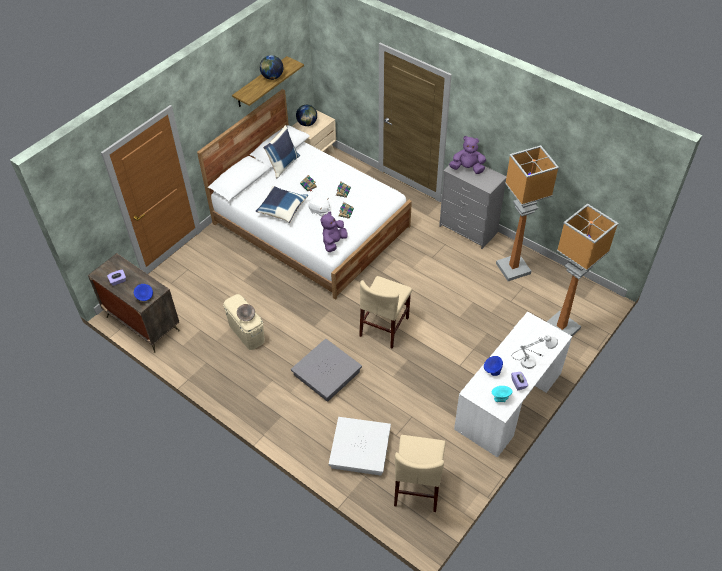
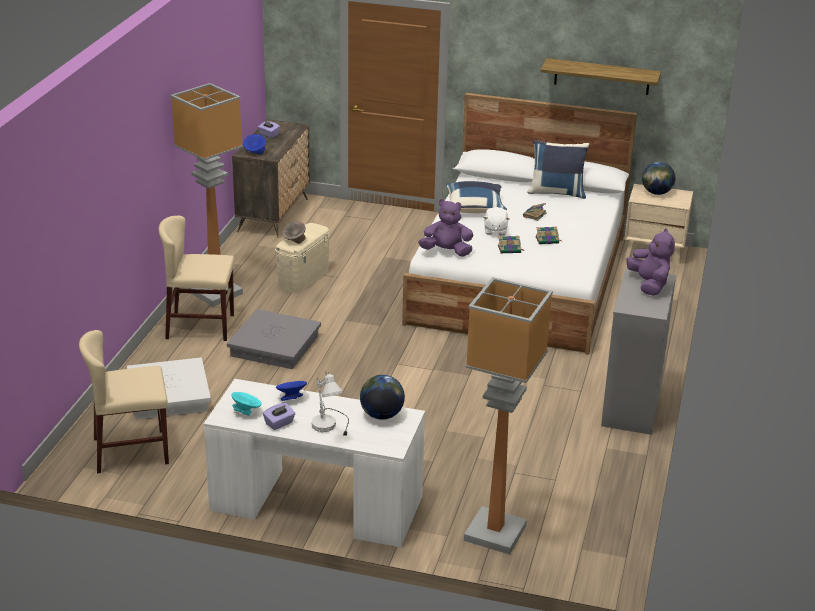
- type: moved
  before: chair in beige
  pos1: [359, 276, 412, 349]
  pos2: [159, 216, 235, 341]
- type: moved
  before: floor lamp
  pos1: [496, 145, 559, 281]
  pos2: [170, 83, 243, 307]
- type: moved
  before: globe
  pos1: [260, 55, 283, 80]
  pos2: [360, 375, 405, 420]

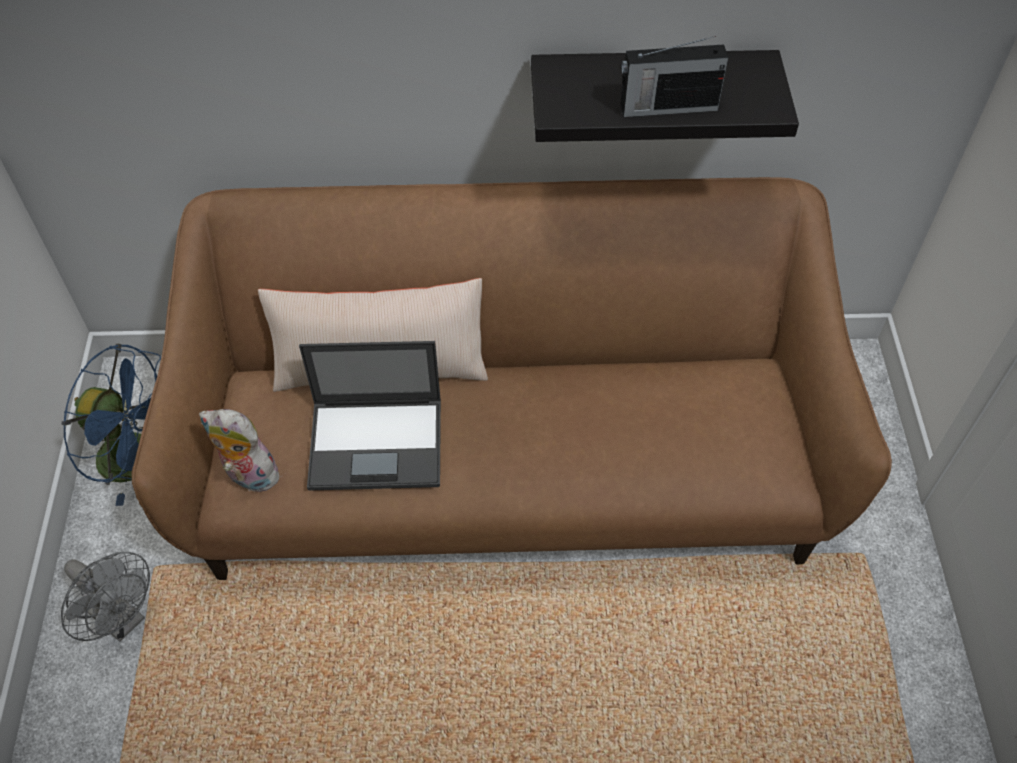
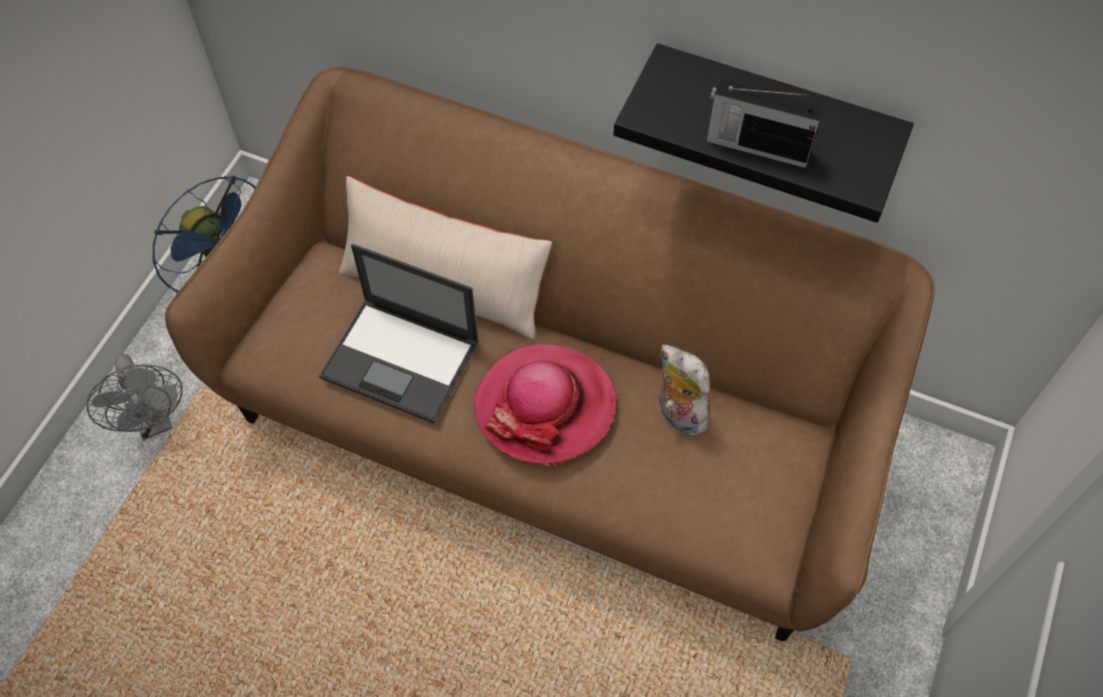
- type: added
  after: hat
  pos2: [473, 344, 616, 466]
- type: moved
  before: plush toy
  pos1: [199, 409, 282, 492]
  pos2: [659, 344, 713, 436]

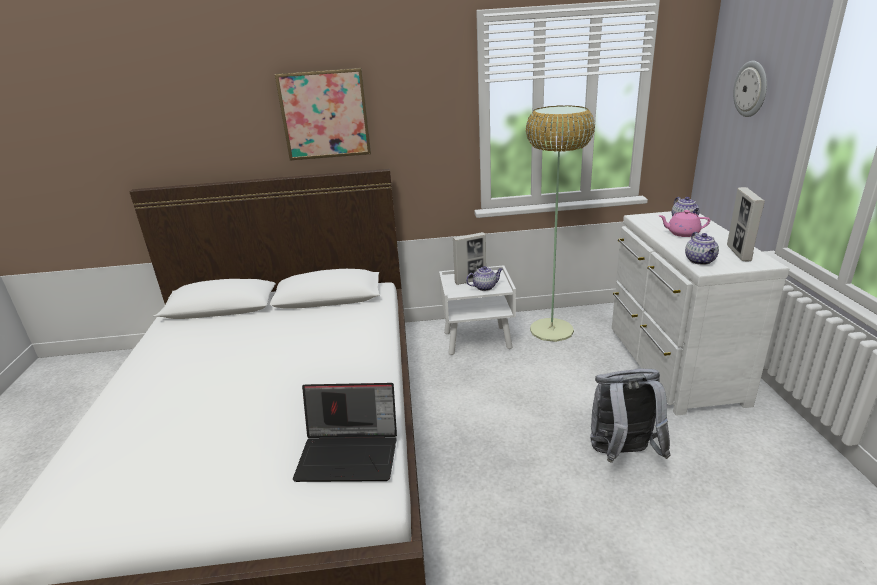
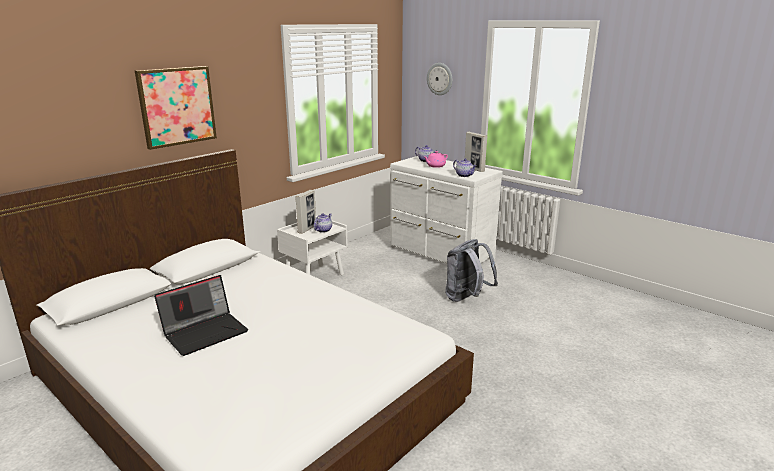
- type: moved
  before: laptop
  pos1: [293, 383, 397, 482]
  pos2: [154, 275, 248, 356]
- type: removed
  before: floor lamp
  pos1: [526, 105, 595, 342]

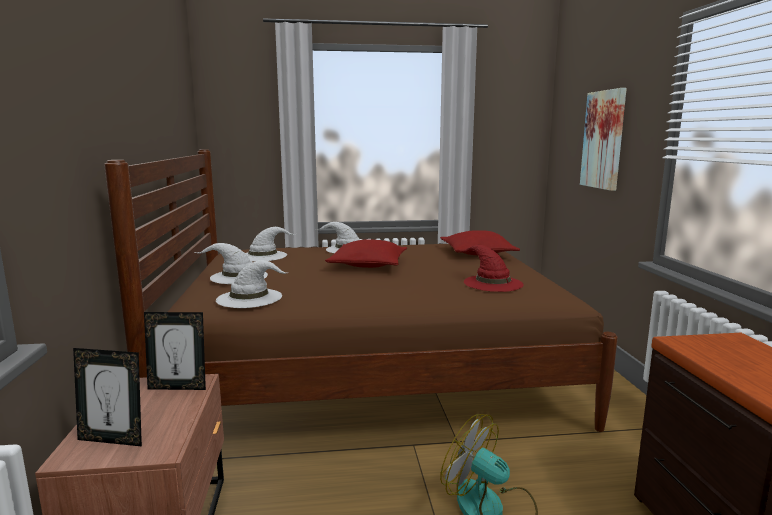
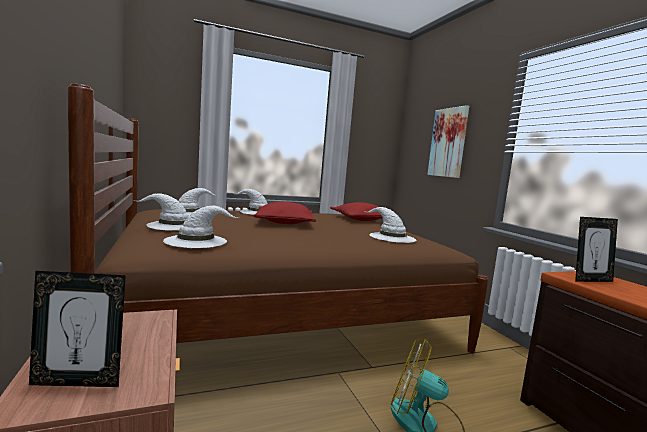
- type: recoloured
  before: hat in red
  after: hat in white
  pos1: [460, 245, 524, 292]
  pos2: [364, 207, 416, 243]
- type: moved
  before: picture frame
  pos1: [144, 312, 206, 390]
  pos2: [575, 217, 618, 282]

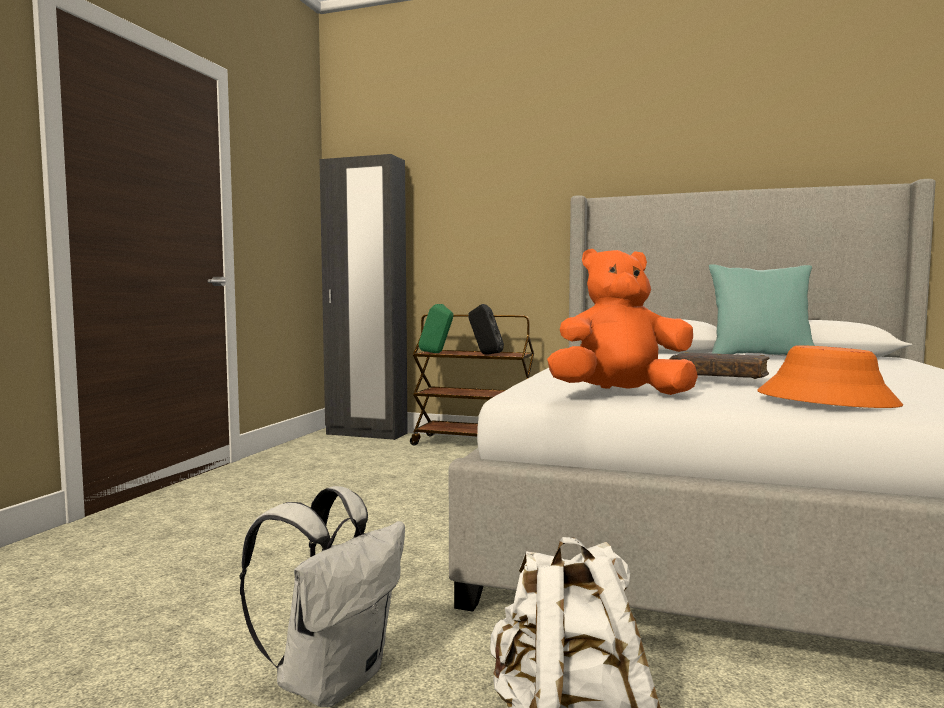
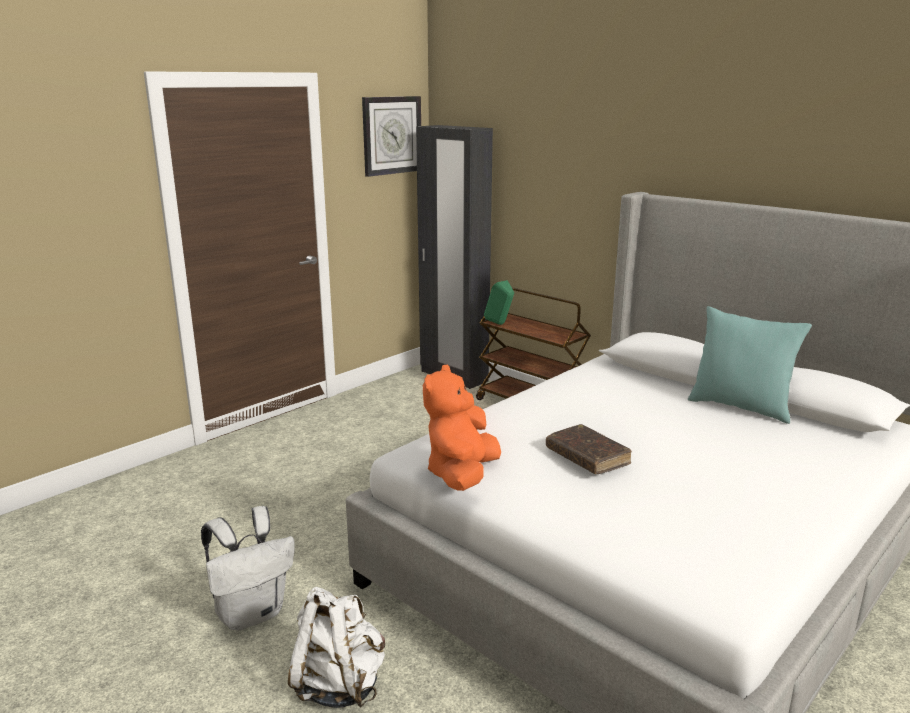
- type: added
  after: wall clock
  pos2: [362, 96, 421, 177]
- type: turned
  before: plush toy in orange
  pos1: [547, 249, 698, 395]
  pos2: [423, 365, 501, 491]
  turn: -90
- type: removed
  before: speaker in black
  pos1: [468, 304, 504, 355]
- type: removed
  before: hat in orange
  pos1: [757, 345, 903, 408]

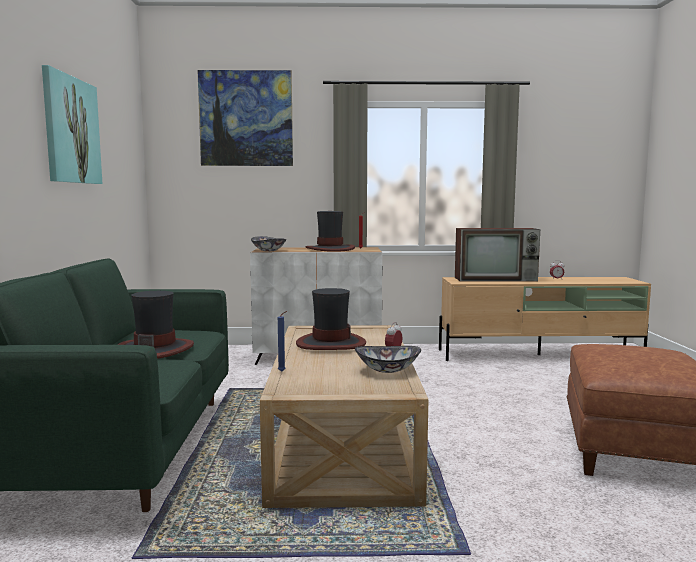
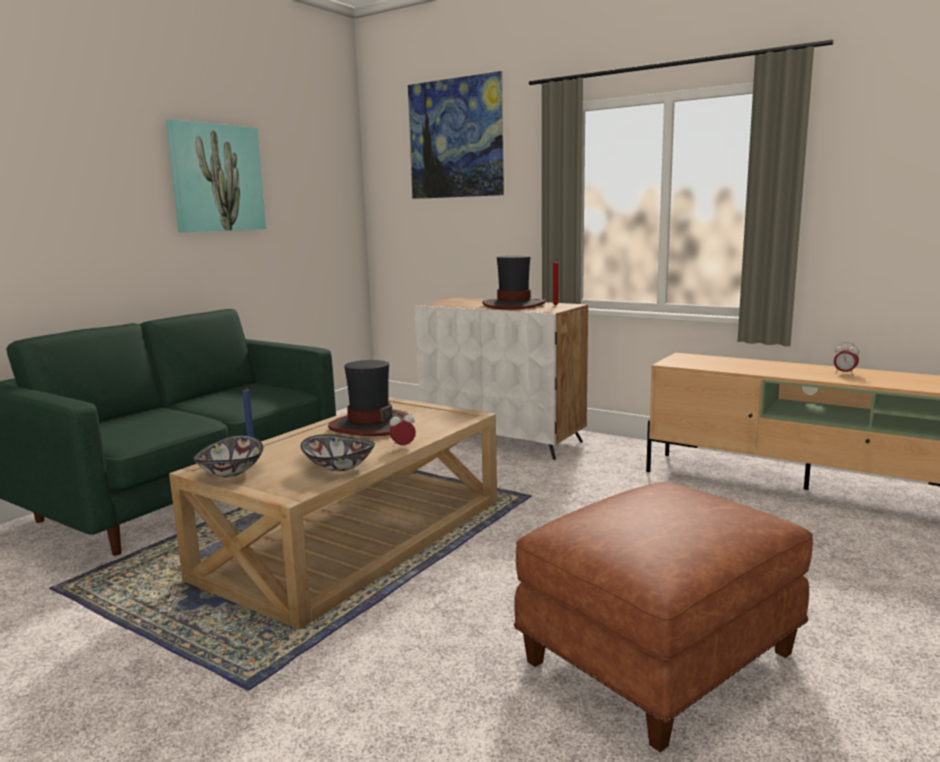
- type: moved
  before: bowl
  pos1: [251, 236, 286, 251]
  pos2: [193, 436, 264, 477]
- type: removed
  before: hat
  pos1: [117, 291, 194, 359]
- type: removed
  before: television
  pos1: [455, 228, 540, 281]

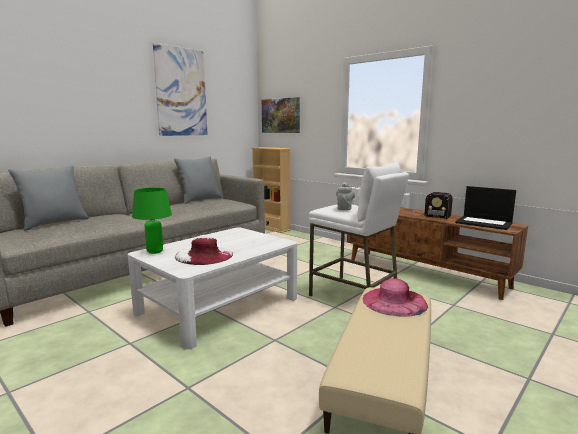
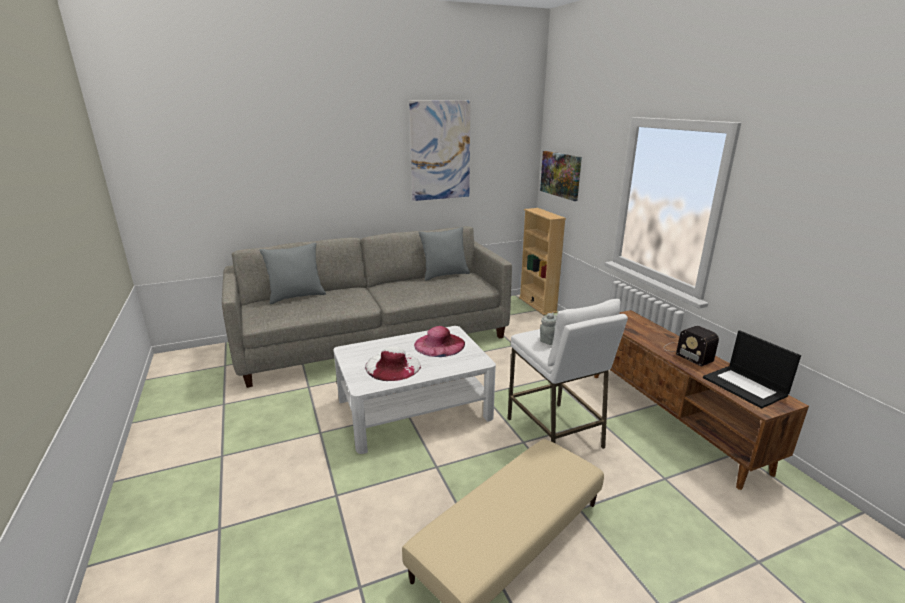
- type: moved
  before: hat in pink
  pos1: [363, 278, 428, 317]
  pos2: [414, 326, 465, 357]
- type: removed
  before: table lamp in green
  pos1: [132, 187, 172, 254]

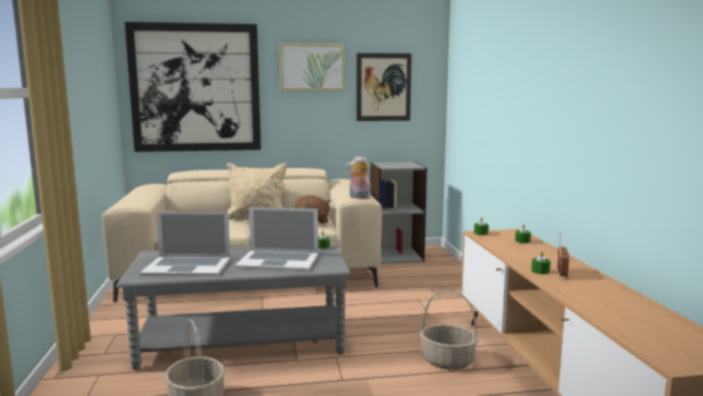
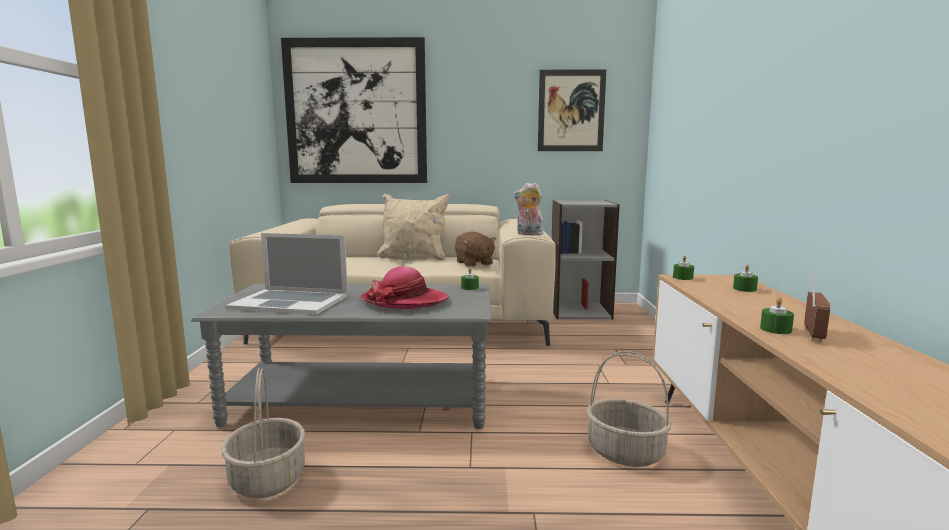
- type: replaced
  before: laptop
  after: hat
  pos1: [235, 207, 318, 271]
  pos2: [361, 266, 449, 309]
- type: removed
  before: picture
  pos1: [280, 43, 344, 91]

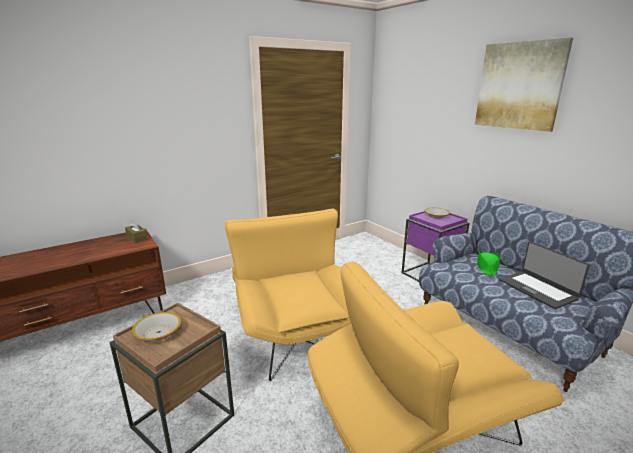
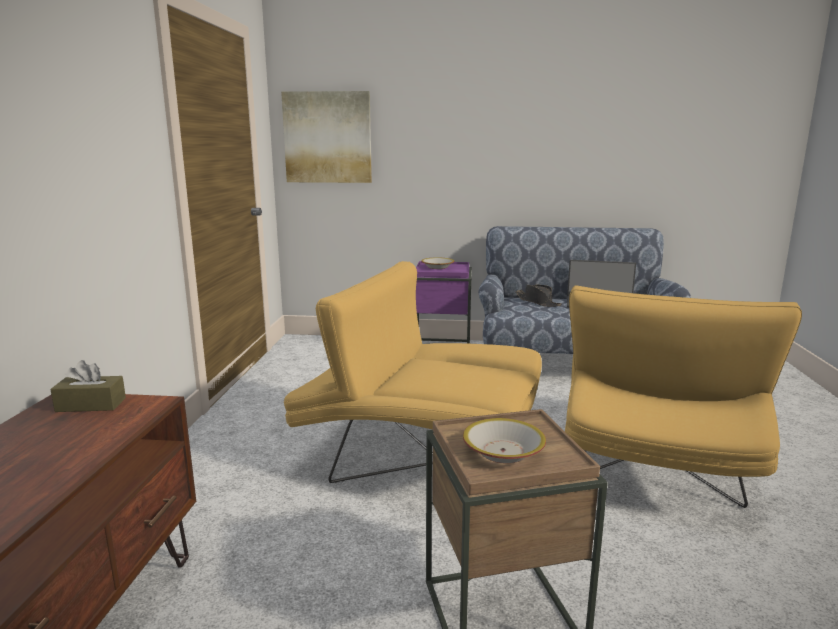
- type: moved
  before: picture
  pos1: [475, 37, 573, 132]
  pos2: [281, 91, 372, 183]
- type: recoloured
  before: hat in green
  after: hat in black
  pos1: [477, 250, 501, 277]
  pos2: [515, 284, 562, 307]

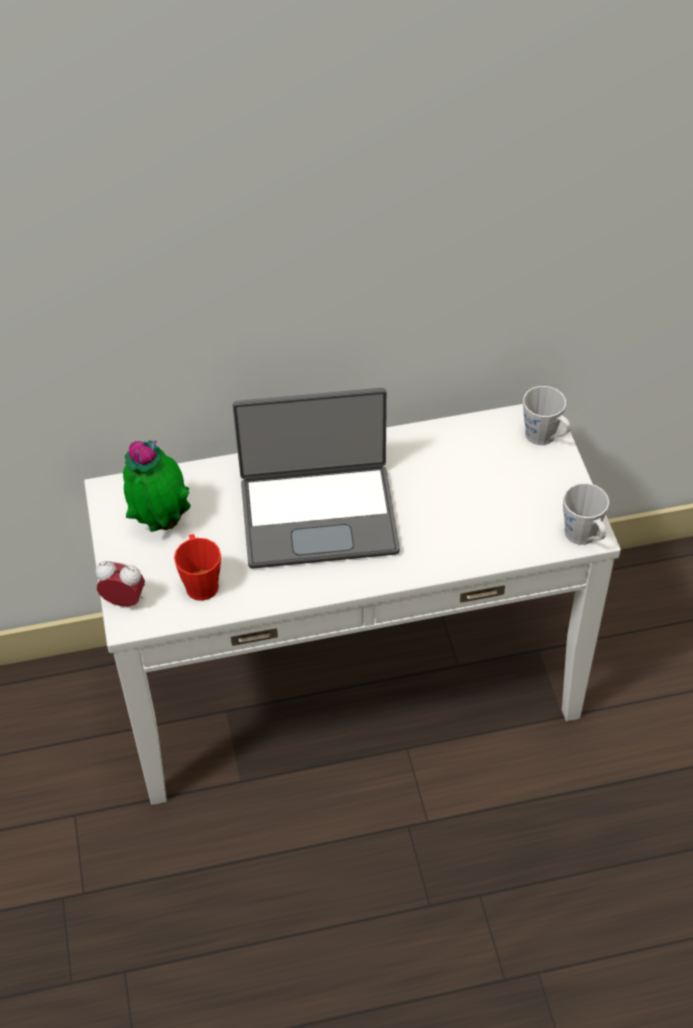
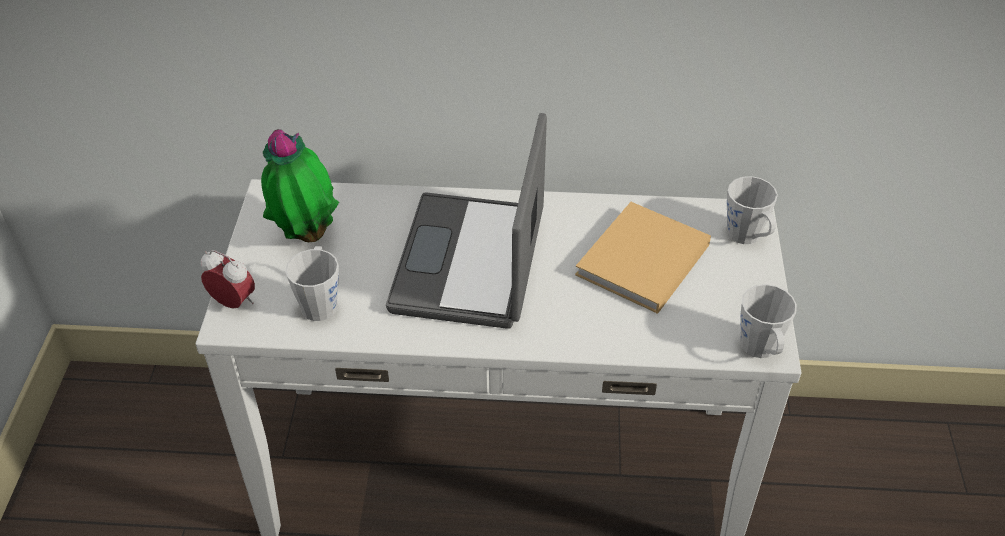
- type: recoloured
  before: mug in red
  after: mug in grey
  pos1: [174, 534, 221, 601]
  pos2: [285, 246, 339, 321]
- type: turned
  before: laptop
  pos1: [233, 388, 400, 569]
  pos2: [386, 113, 547, 329]
  turn: 90
- type: added
  after: book in beige
  pos2: [575, 202, 711, 314]

